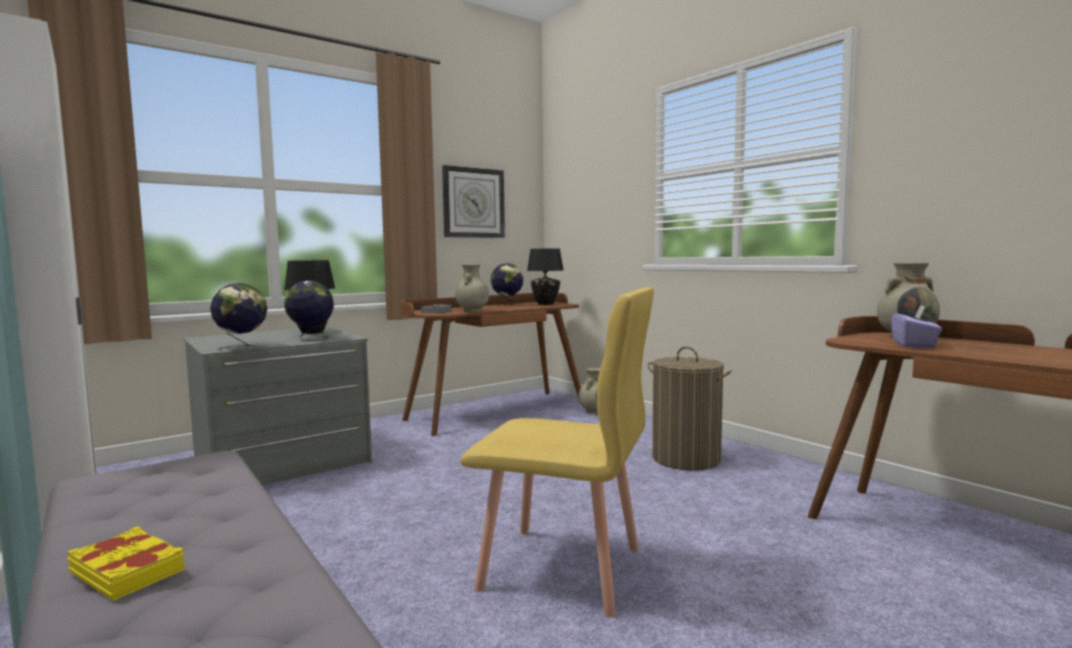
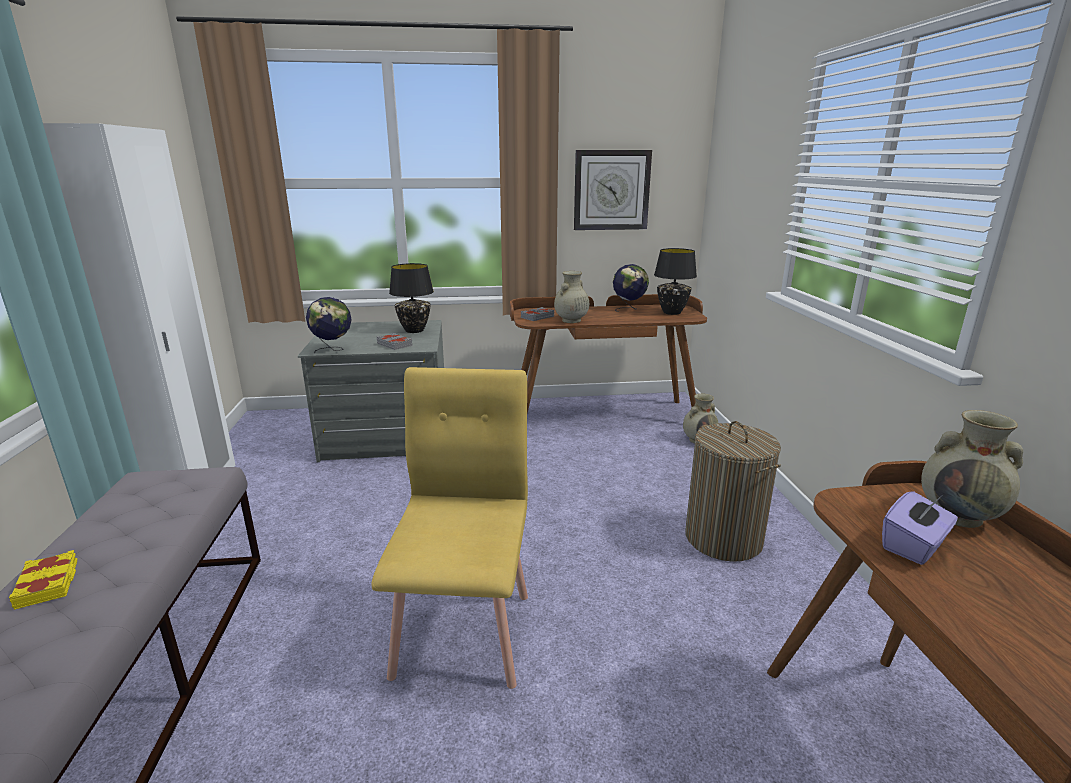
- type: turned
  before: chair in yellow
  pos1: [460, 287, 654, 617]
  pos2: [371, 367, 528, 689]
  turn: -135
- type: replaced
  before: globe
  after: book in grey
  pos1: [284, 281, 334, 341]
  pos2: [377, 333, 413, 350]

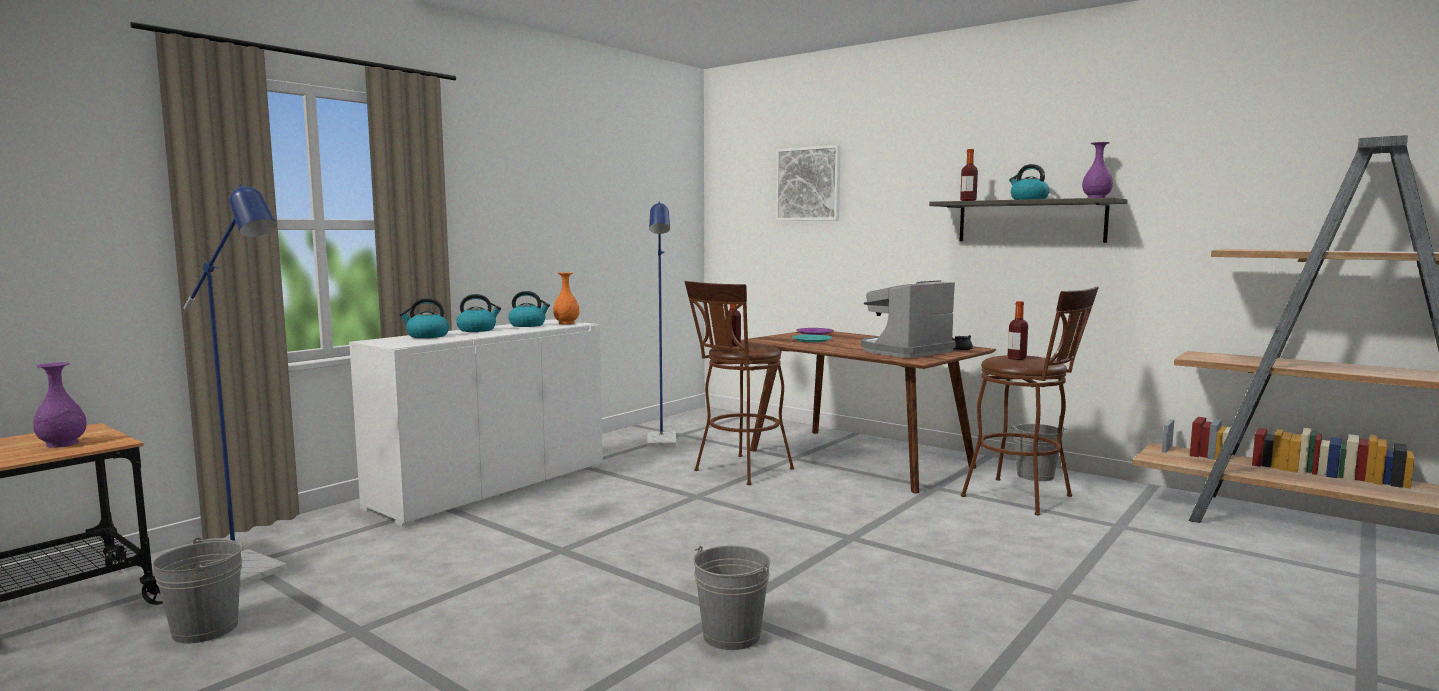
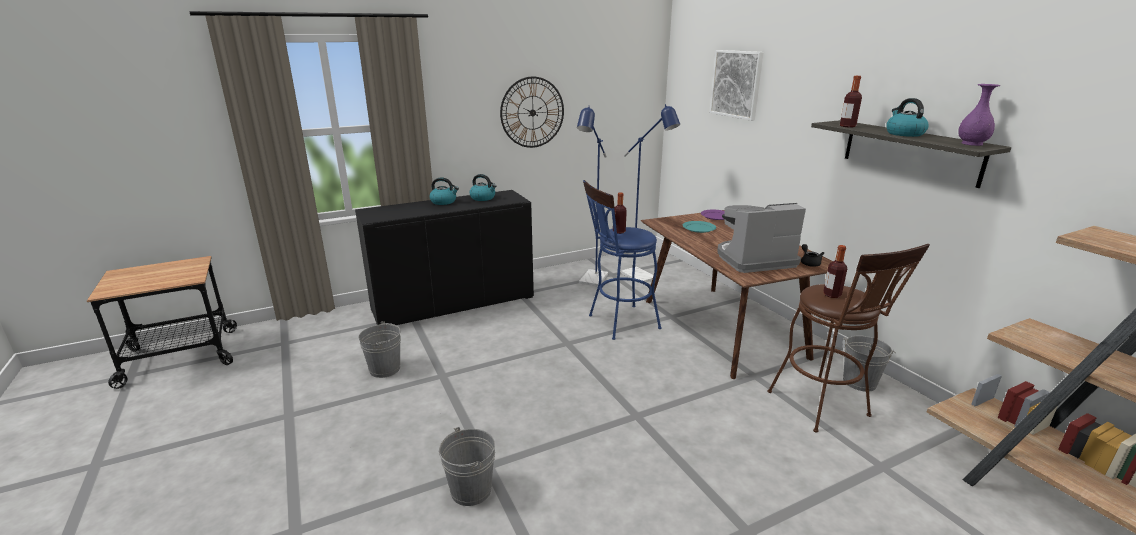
- type: recoloured
  before: cabinet in white
  after: cabinet in black
  pos1: [349, 319, 603, 526]
  pos2: [355, 190, 534, 325]
- type: moved
  before: bucket in grey
  pos1: [153, 537, 243, 644]
  pos2: [358, 321, 401, 378]
- type: added
  after: wall clock
  pos2: [500, 77, 564, 148]
- type: recoloured
  before: stool in brown
  after: stool in blue
  pos1: [685, 281, 794, 485]
  pos2: [583, 180, 662, 340]
- type: moved
  before: floor lamp in blue
  pos1: [184, 184, 287, 586]
  pos2: [621, 104, 680, 284]
- type: removed
  before: vase in purple
  pos1: [33, 362, 87, 448]
- type: removed
  before: kettle
  pos1: [399, 298, 449, 338]
- type: removed
  before: vase in orange
  pos1: [553, 272, 579, 324]

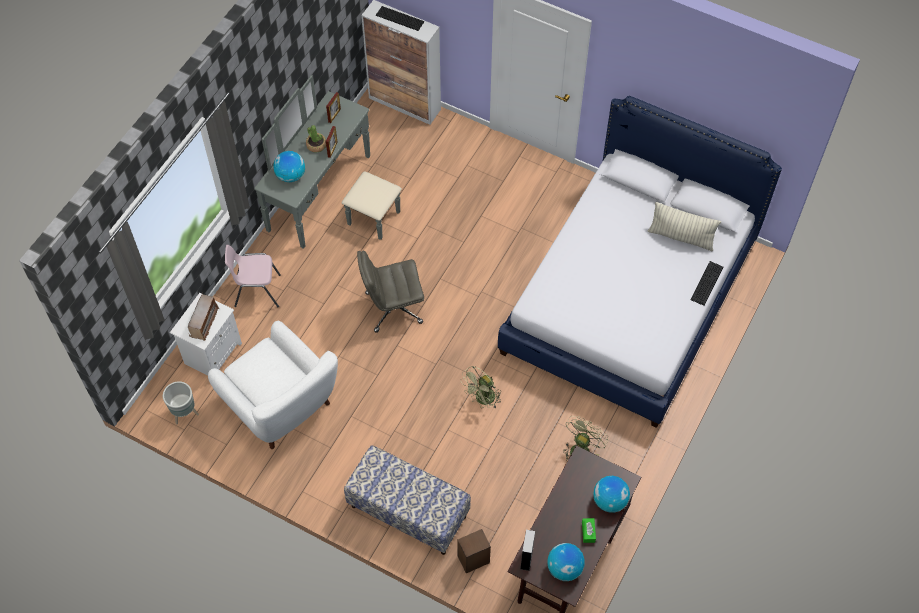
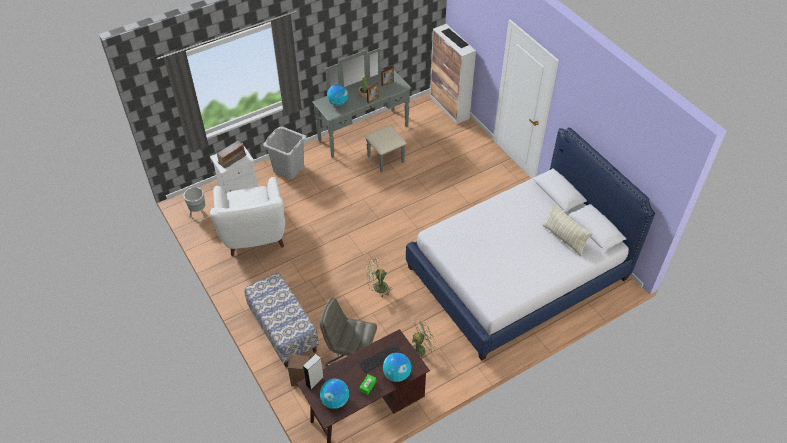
- type: replaced
  before: chair in pink
  after: laundry basket in grey
  pos1: [225, 245, 281, 308]
  pos2: [263, 127, 306, 179]
- type: moved
  before: office chair in grey
  pos1: [357, 251, 424, 333]
  pos2: [320, 297, 377, 367]
- type: moved
  before: keyboard
  pos1: [691, 261, 723, 306]
  pos2: [359, 344, 402, 373]

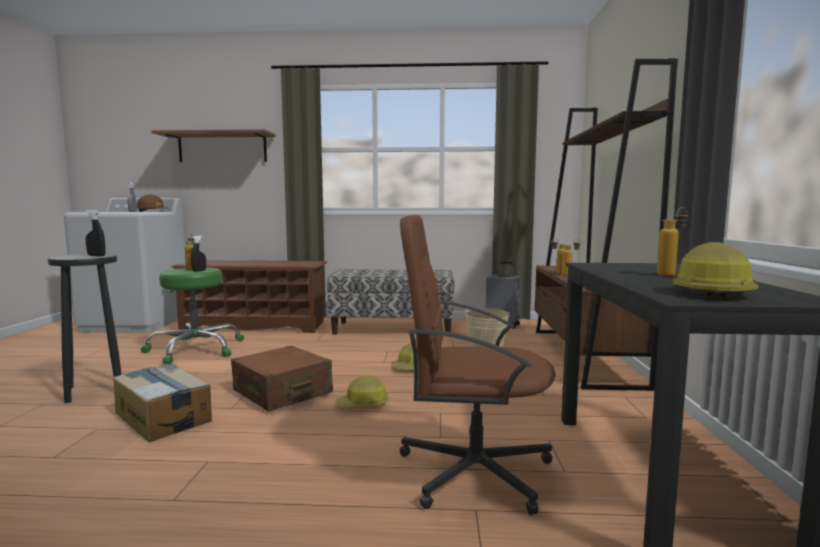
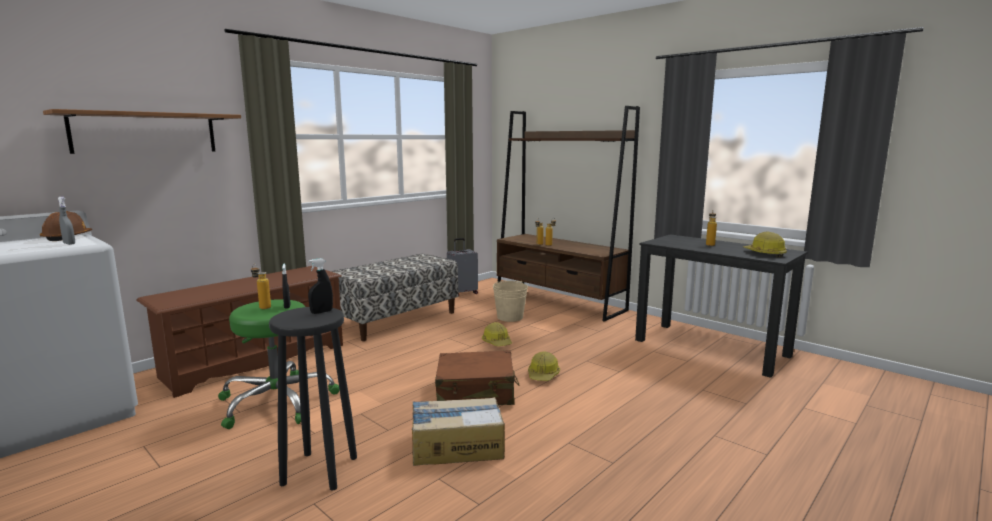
- type: removed
  before: office chair in brown
  pos1: [399, 215, 556, 515]

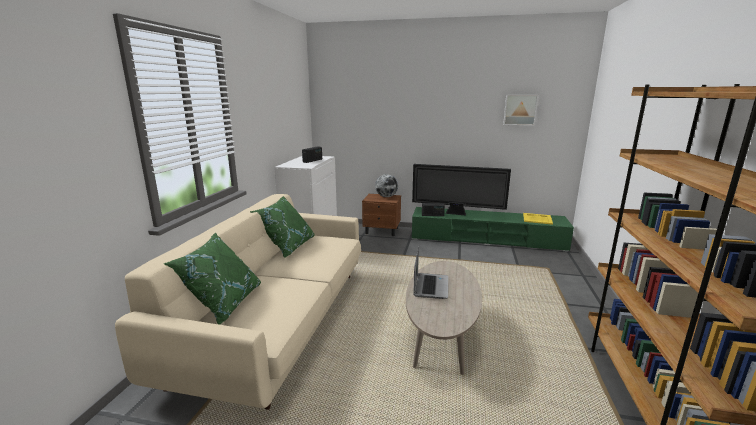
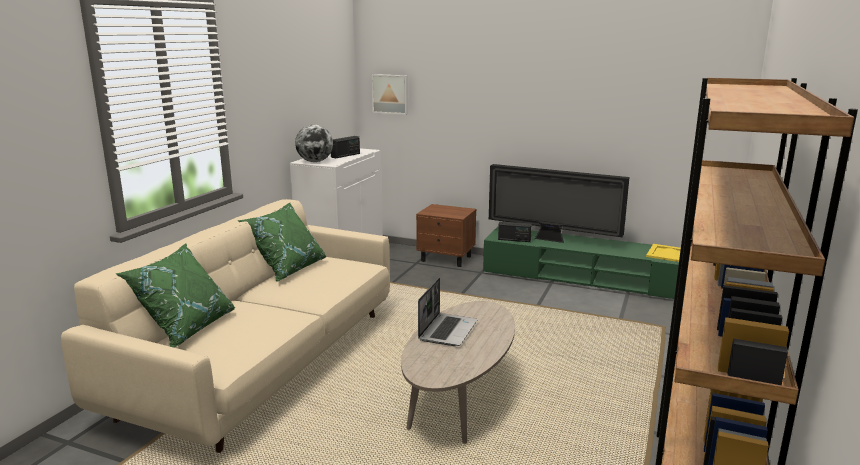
- type: moved
  before: globe
  pos1: [375, 174, 398, 197]
  pos2: [295, 124, 333, 162]
- type: moved
  before: picture
  pos1: [503, 94, 538, 126]
  pos2: [371, 74, 408, 115]

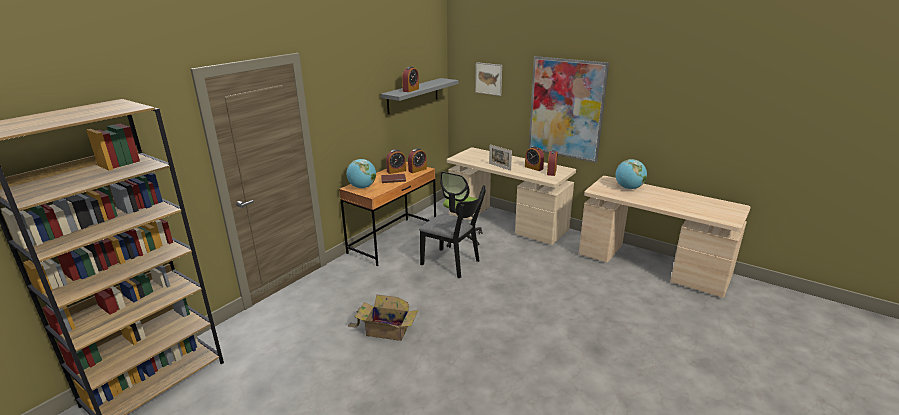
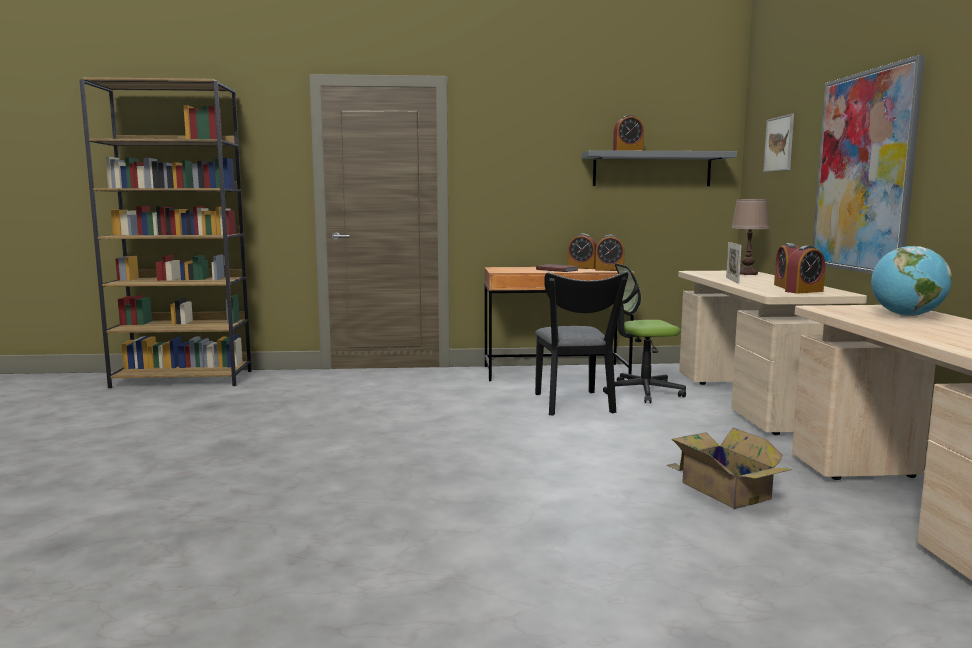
- type: moved
  before: cardboard box
  pos1: [347, 294, 418, 341]
  pos2: [666, 427, 792, 509]
- type: added
  after: table lamp in brown
  pos2: [731, 199, 770, 275]
- type: removed
  before: globe
  pos1: [347, 159, 376, 188]

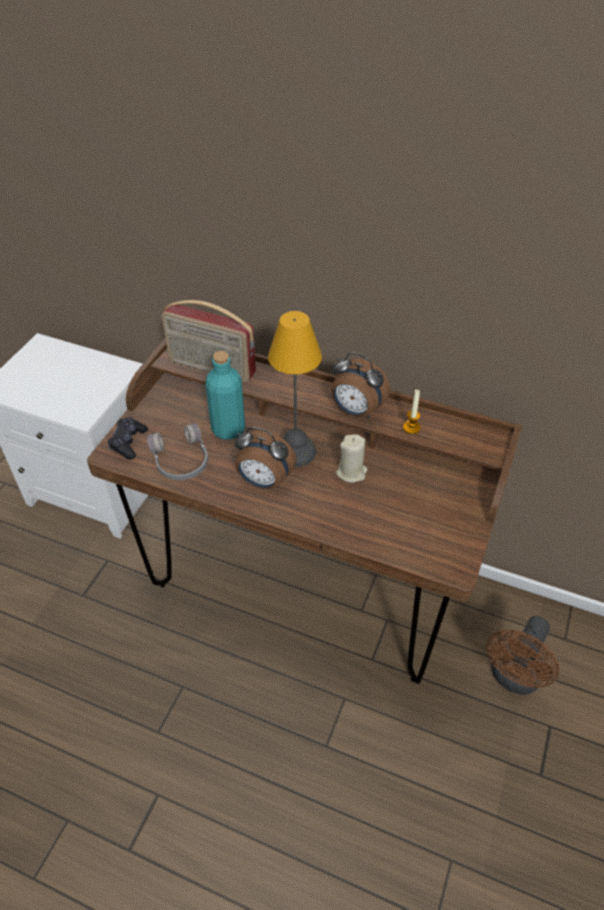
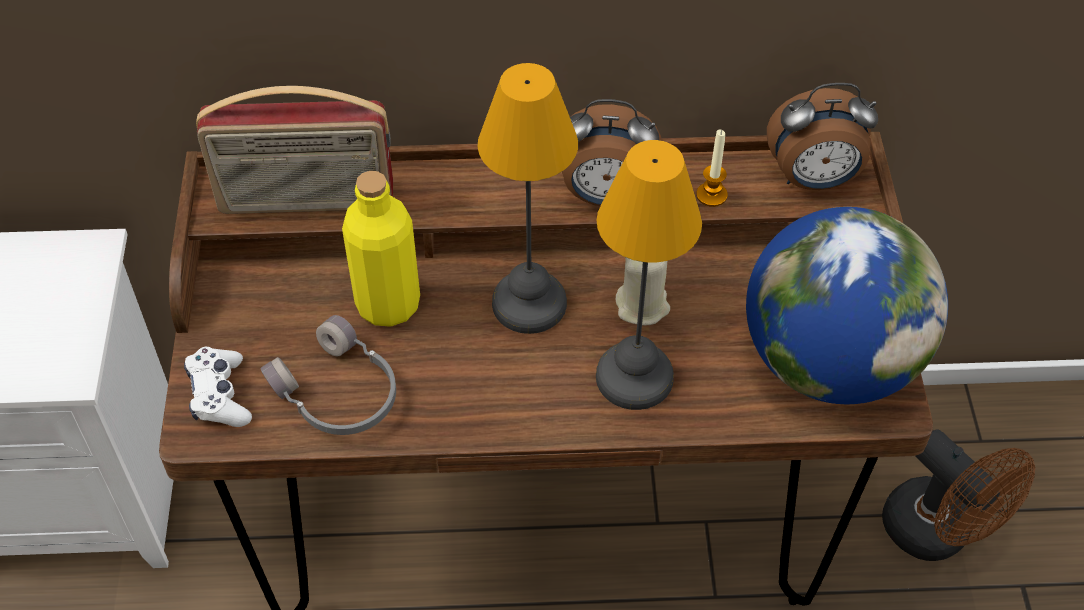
- type: recoloured
  before: game controller in black
  after: game controller in white
  pos1: [108, 417, 148, 460]
  pos2: [184, 347, 252, 427]
- type: recoloured
  before: bottle in turquoise
  after: bottle in yellow
  pos1: [205, 351, 245, 440]
  pos2: [342, 171, 420, 327]
- type: added
  after: table lamp
  pos2: [596, 140, 702, 410]
- type: added
  after: globe
  pos2: [746, 207, 948, 404]
- type: moved
  before: alarm clock
  pos1: [235, 427, 296, 489]
  pos2: [767, 83, 878, 190]
- type: turned
  before: fan in brown
  pos1: [486, 616, 559, 695]
  pos2: [882, 429, 1035, 561]
  turn: -45

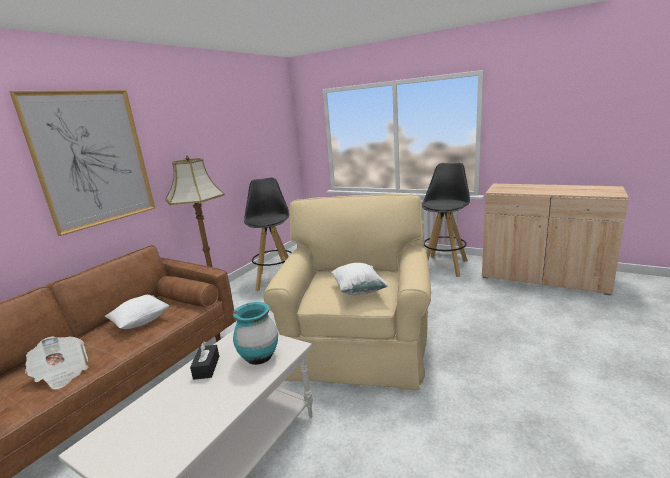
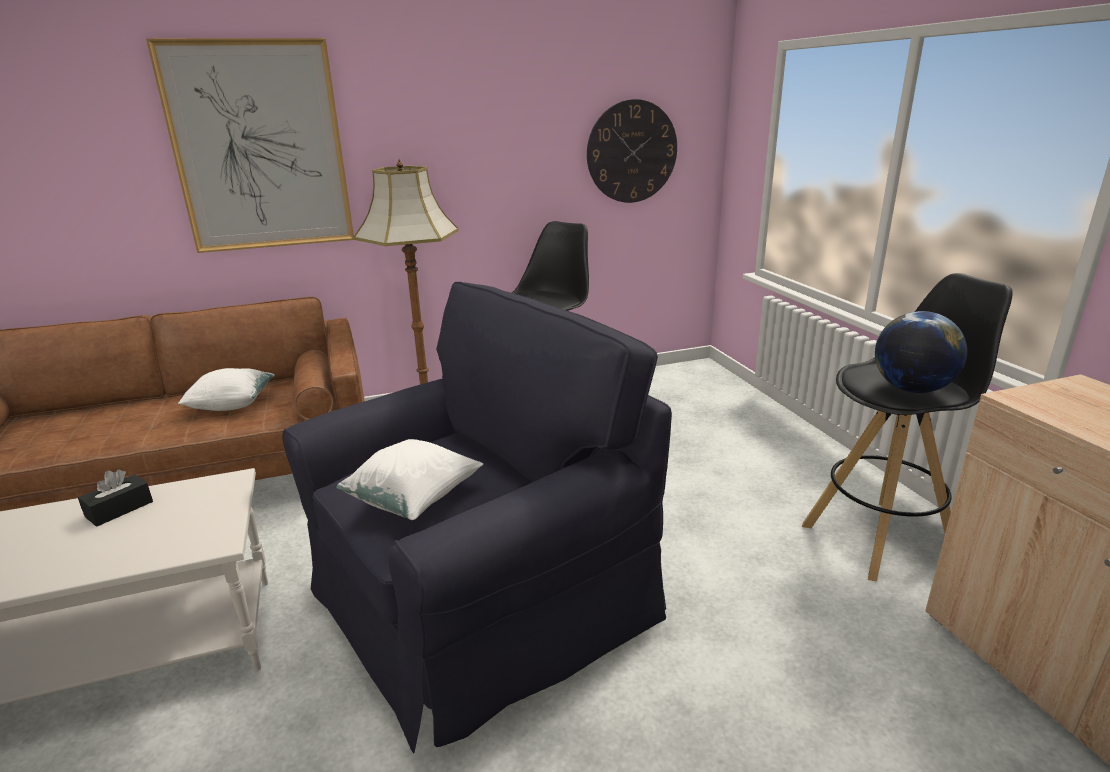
- type: recoloured
  before: armchair in beige
  after: armchair in black
  pos1: [263, 194, 431, 390]
  pos2: [282, 282, 672, 754]
- type: added
  after: wall clock
  pos2: [587, 99, 677, 203]
- type: added
  after: globe
  pos2: [875, 311, 967, 393]
- type: removed
  before: newspaper
  pos1: [25, 336, 89, 390]
- type: removed
  before: vase in turquoise
  pos1: [233, 302, 278, 365]

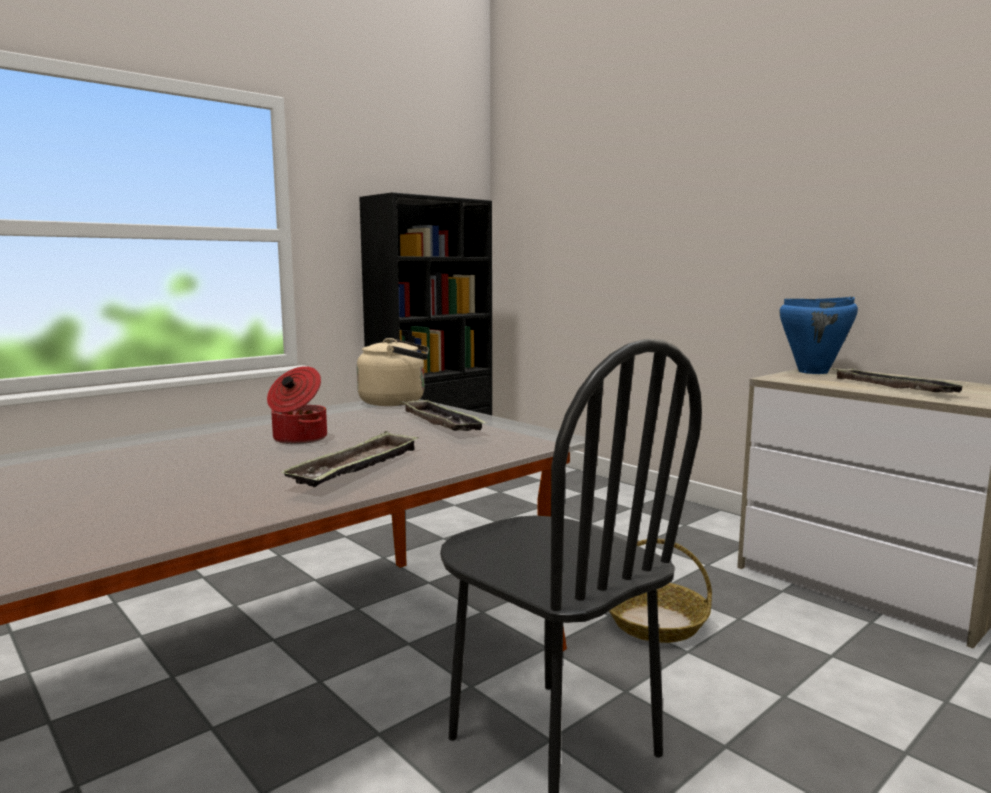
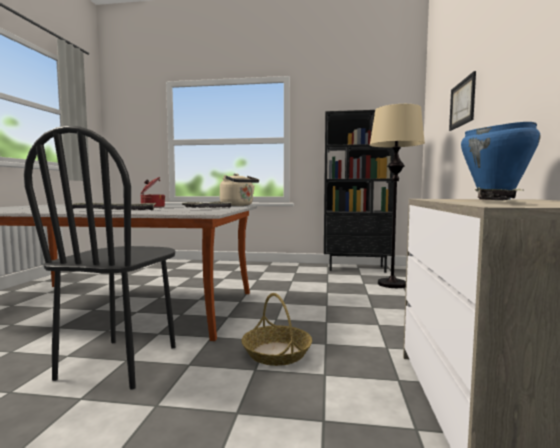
- type: added
  after: floor lamp in beige
  pos2: [370, 104, 425, 288]
- type: added
  after: picture
  pos2: [449, 71, 476, 131]

